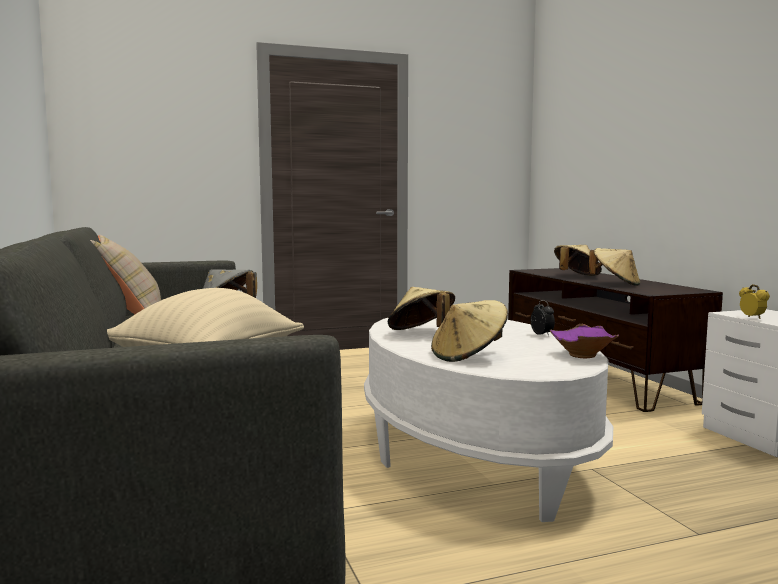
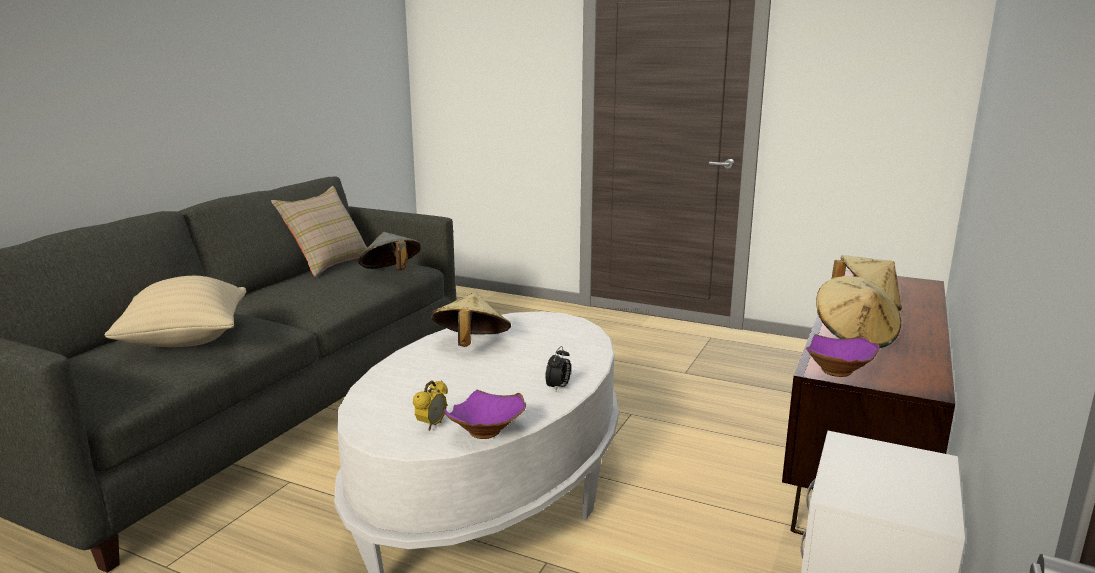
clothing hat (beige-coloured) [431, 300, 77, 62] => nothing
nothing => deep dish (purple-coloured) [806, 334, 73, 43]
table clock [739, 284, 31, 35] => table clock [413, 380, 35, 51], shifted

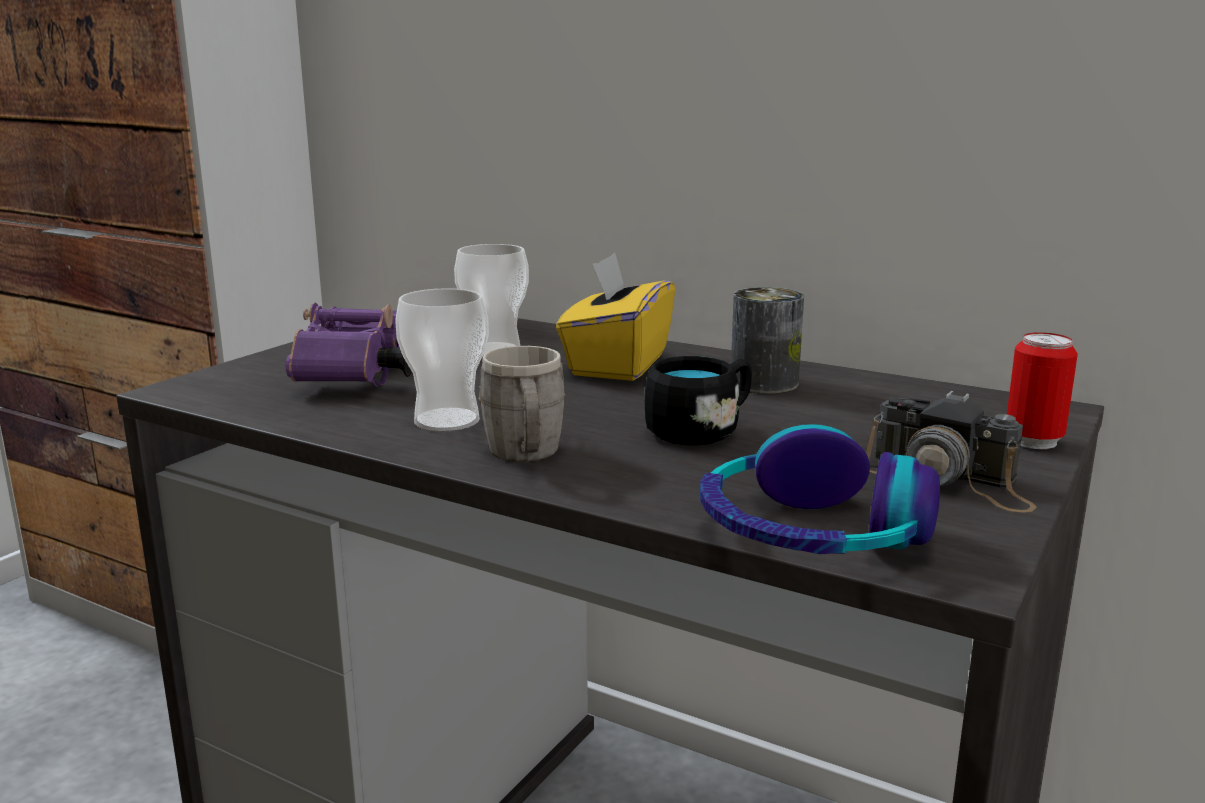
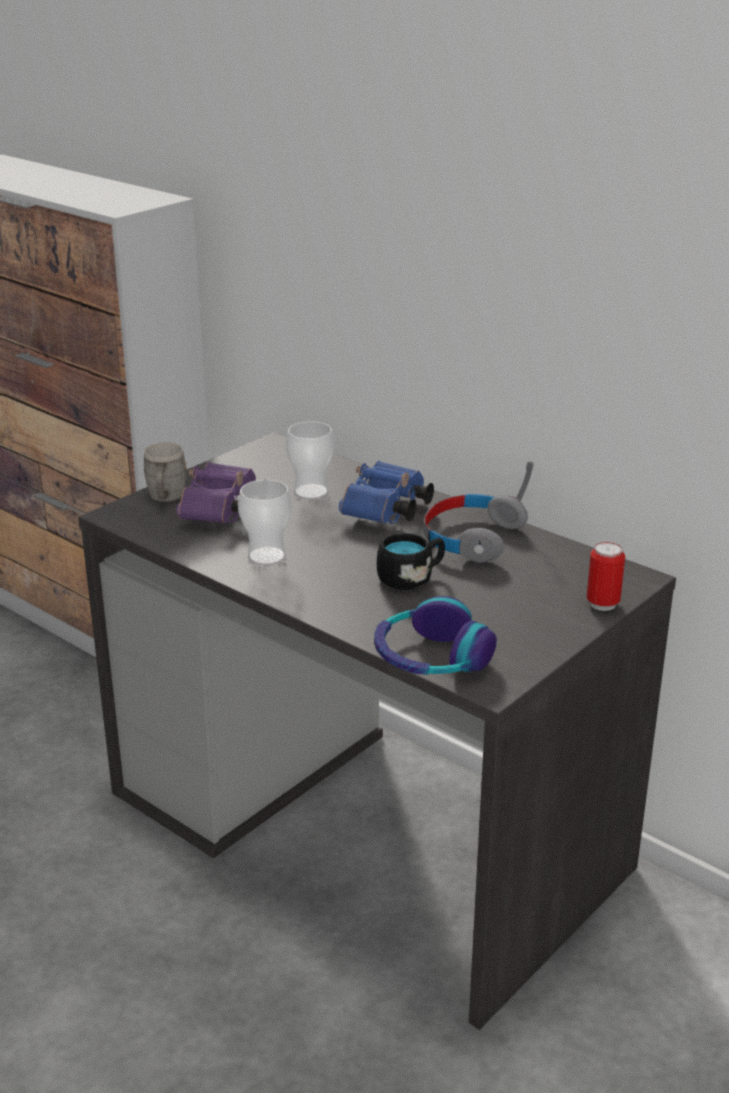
photo camera [866, 391, 170, 122] => nothing
mug (greyish) [478, 346, 87, 116] => mug (greyish) [144, 442, 43, 60], shifted
tissue box (yellow) [556, 253, 119, 128] => binoculars (blue) [339, 461, 95, 62]
metal can [731, 287, 73, 107] => pair of headphones (greyish) [424, 461, 109, 102]

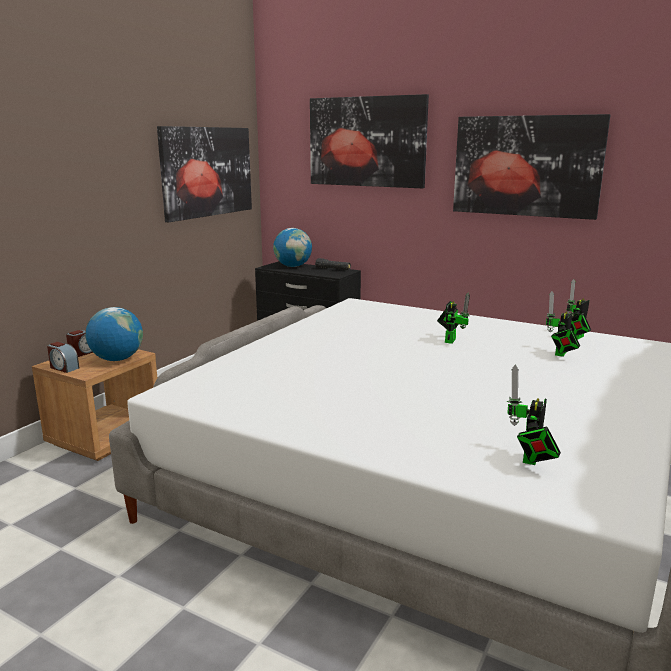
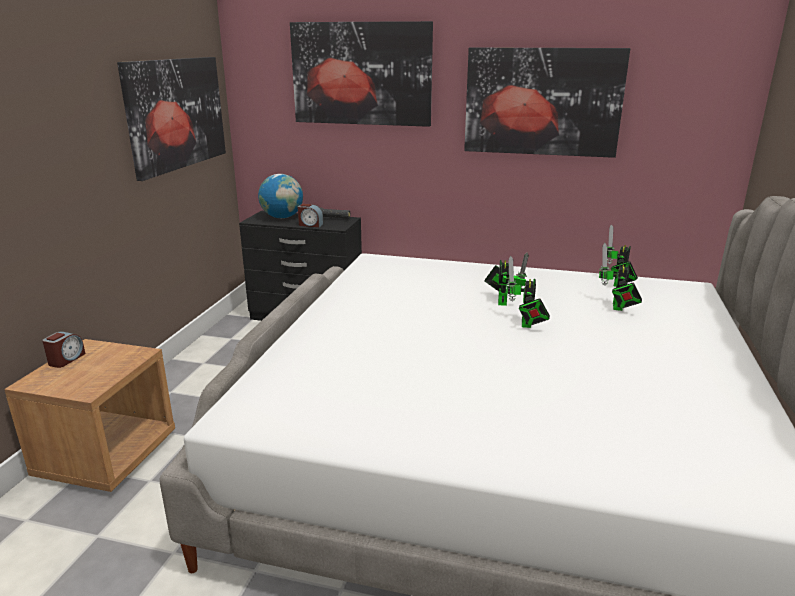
desk globe [85, 307, 58, 54] => nothing
table clock [47, 342, 32, 31] => table clock [298, 204, 25, 23], shifted
robot figure [507, 365, 54, 100] => robot figure [506, 256, 44, 72], shifted

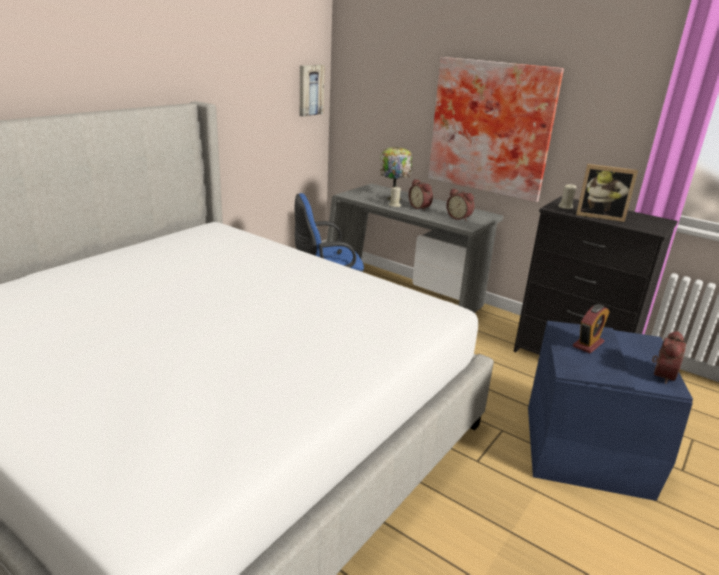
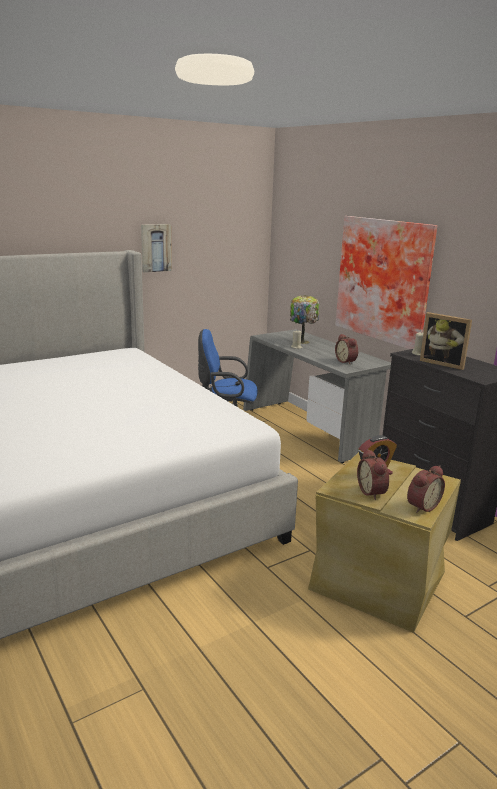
wall picture [300, 65, 25, 52] => wall picture [141, 224, 31, 49], shifted
table clock [409, 179, 24, 32] => table clock [357, 449, 32, 51], shifted
storage bin (blue) [528, 321, 165, 180] => storage bin (beige-coloured) [308, 452, 153, 181]

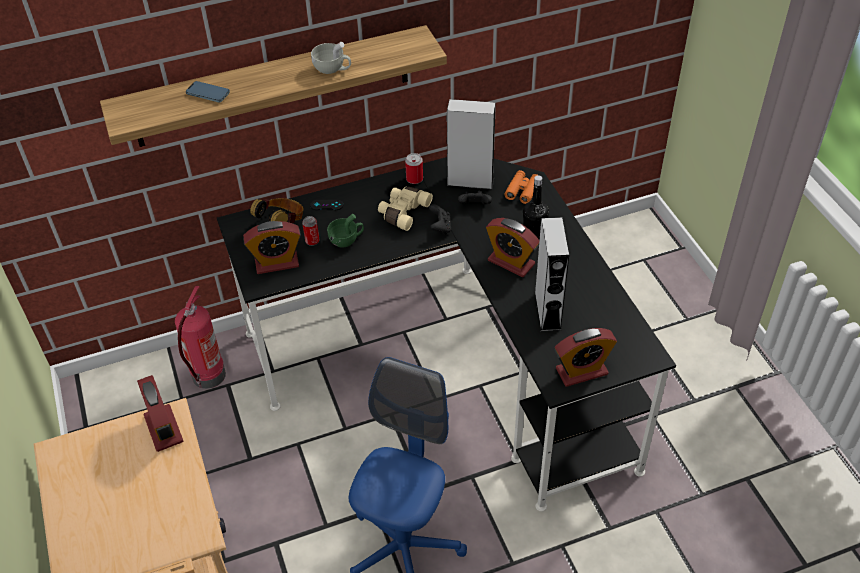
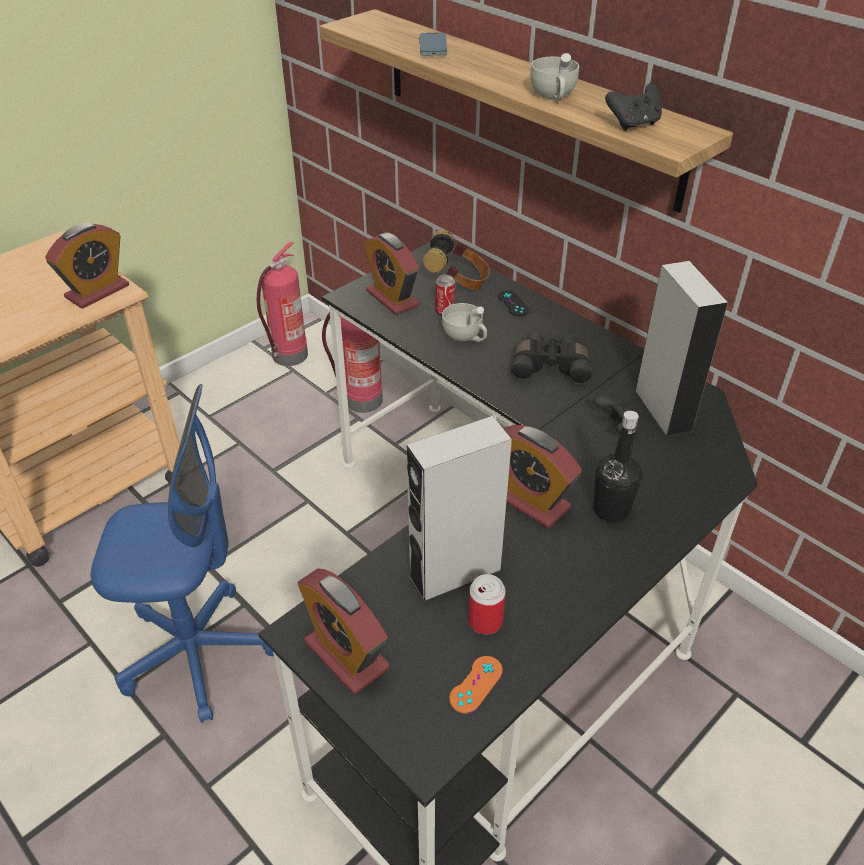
binoculars (orange) [504, 170, 33, 34] => nothing
nothing => fire-fighting cylinder [257, 242, 51, 124]
nothing => game controller (orange) [449, 656, 54, 57]
metal can [405, 153, 18, 31] => metal can [468, 574, 38, 60], shifted
game controller (black) [429, 204, 22, 31] => game controller (black) [605, 83, 57, 48], shifted
cup (greenish) [327, 214, 37, 33] => cup (whitish) [442, 303, 45, 39]
binoculars (beige-coloured) [378, 186, 55, 45] => binoculars (black) [511, 332, 81, 53]
table clock [486, 218, 53, 59] => table clock [504, 425, 78, 103], 60 degrees counterclockwise

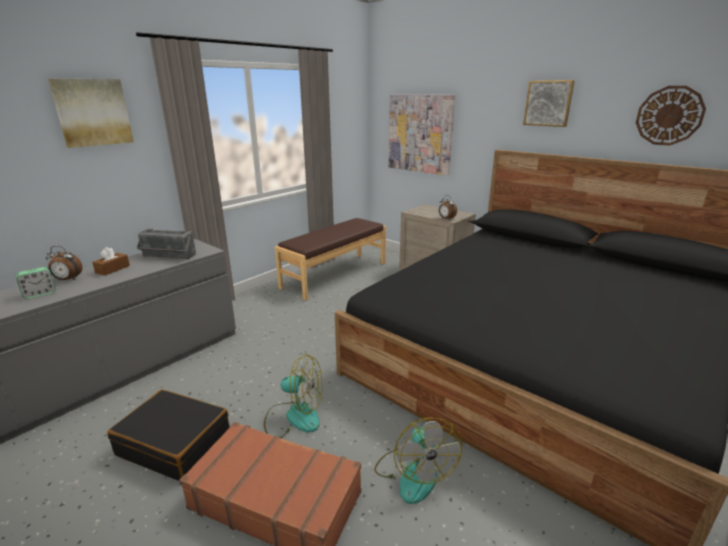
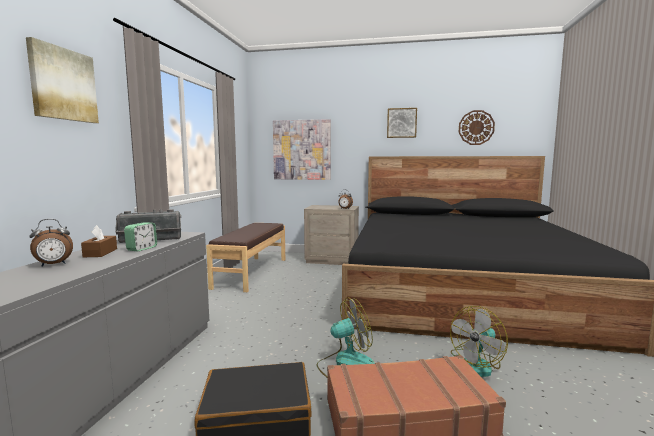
table clock [16, 267, 40, 32] => table clock [124, 223, 33, 28], shifted
fan [374, 417, 88, 87] => fan [450, 306, 58, 71], 90 degrees clockwise

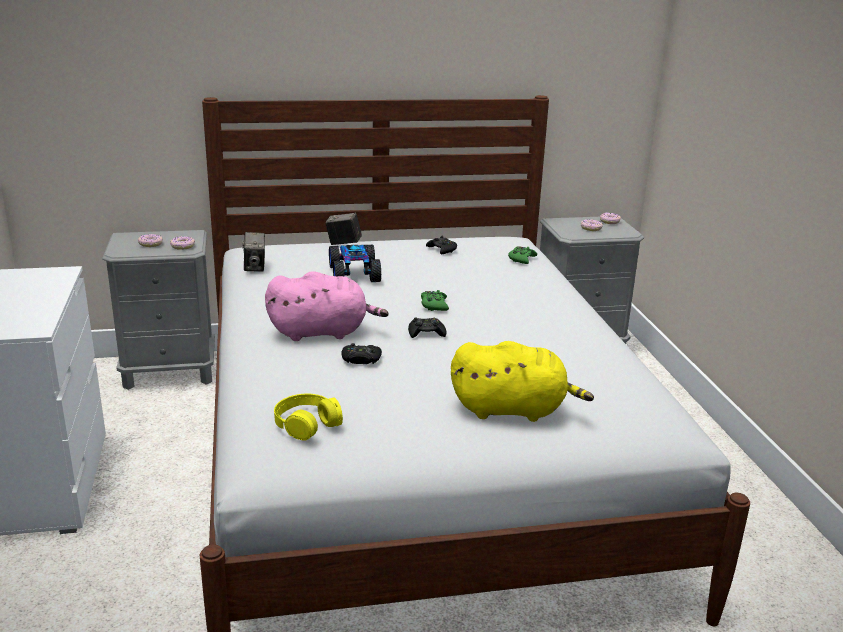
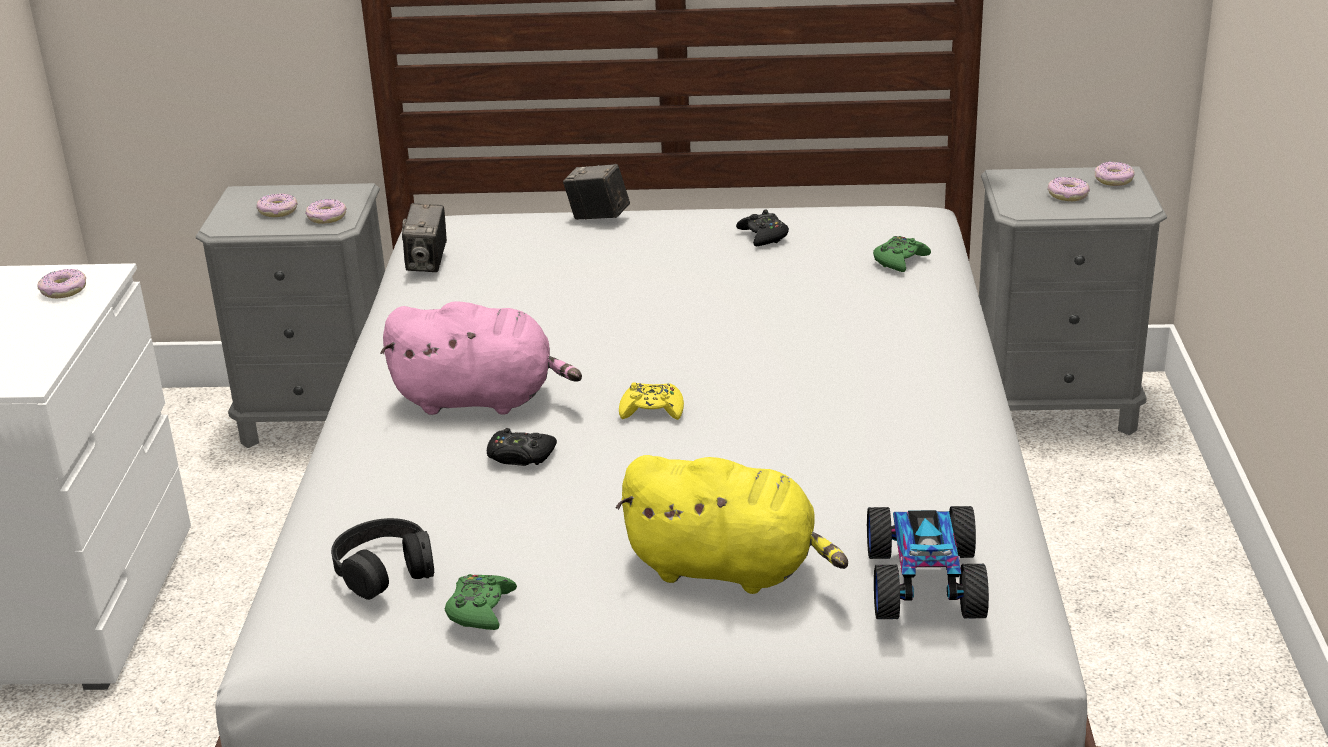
nothing => donut [37, 269, 49, 29]
model car [329, 245, 52, 37] => model car [867, 506, 122, 113], shifted
game controller (greenish) [421, 290, 28, 21] => game controller (greenish) [445, 574, 72, 56], shifted
pair of headphones (yellow) [274, 394, 69, 47] => pair of headphones (black) [331, 518, 103, 82]
game controller (black) [408, 317, 38, 21] => game controller (yellow) [619, 382, 65, 38]

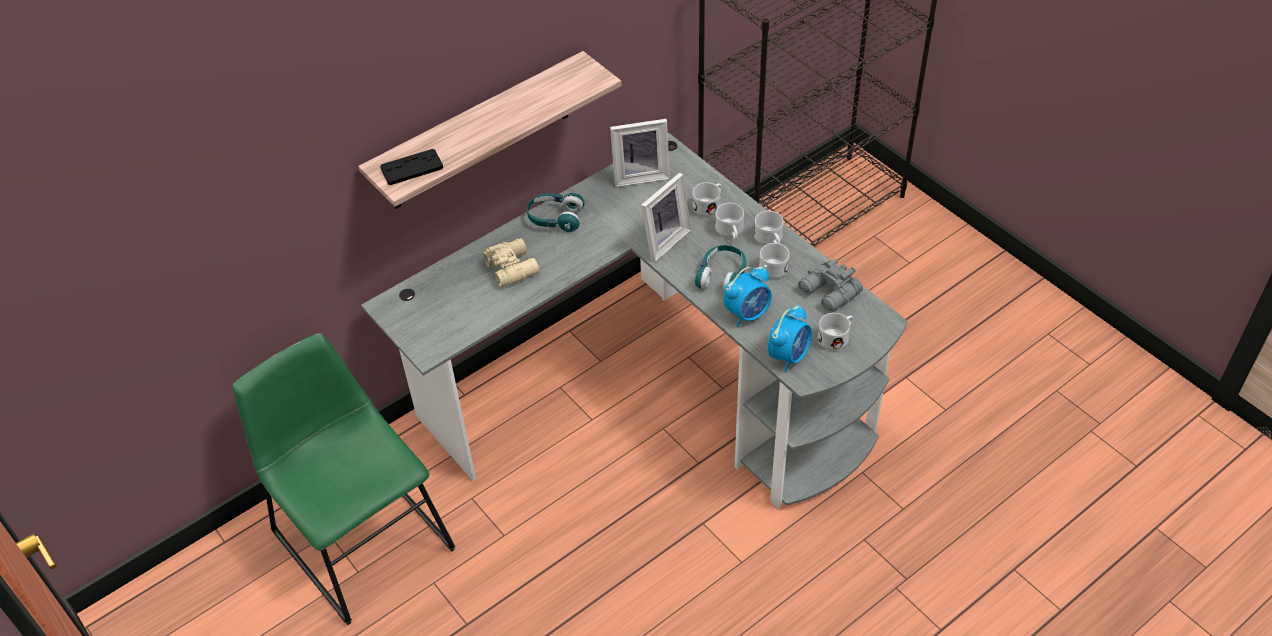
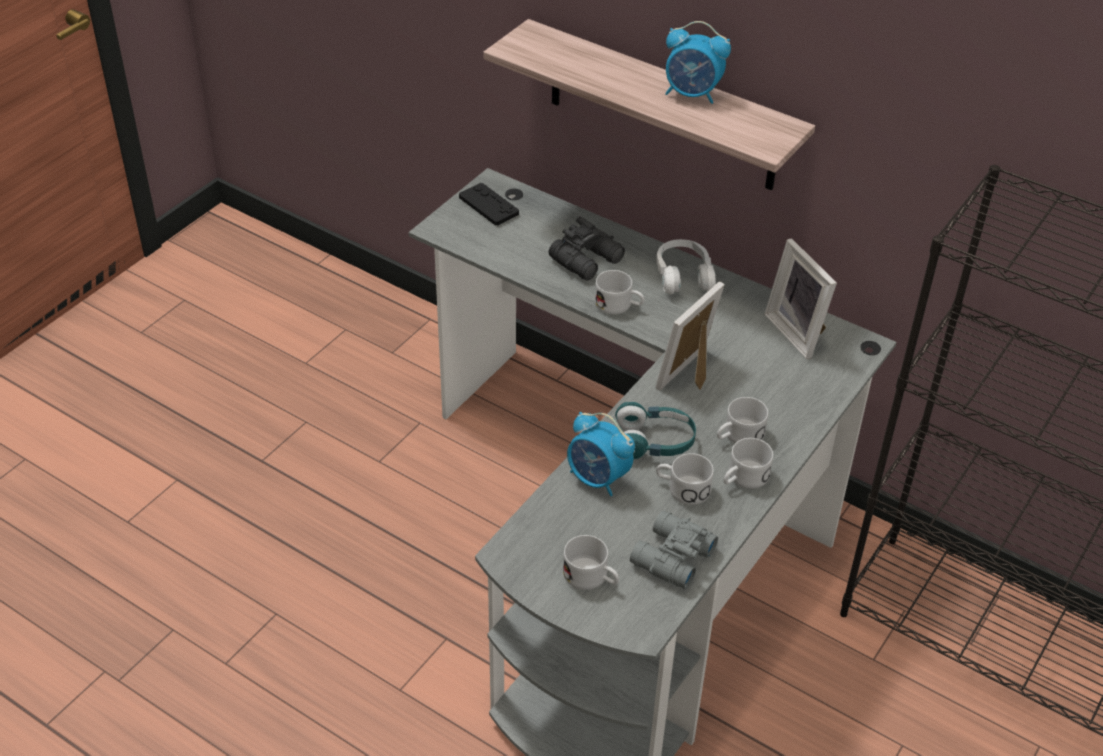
upright chair (greenish) [232, 333, 223, 292] => nothing
game controller (black) [380, 149, 63, 36] => game controller (black) [459, 183, 60, 43], shifted
mug (whitish) [692, 182, 30, 35] => mug (whitish) [595, 270, 50, 45], shifted
table clock [768, 305, 44, 67] => table clock [665, 21, 66, 83], shifted
binoculars (beige-coloured) [483, 238, 56, 49] => binoculars (black) [549, 216, 76, 64]
pair of headphones (turquoise-coloured) [527, 193, 58, 39] => pair of headphones (whitish) [656, 239, 60, 55]
photo frame [641, 173, 50, 89] => photo frame [655, 282, 70, 109], 105 degrees clockwise

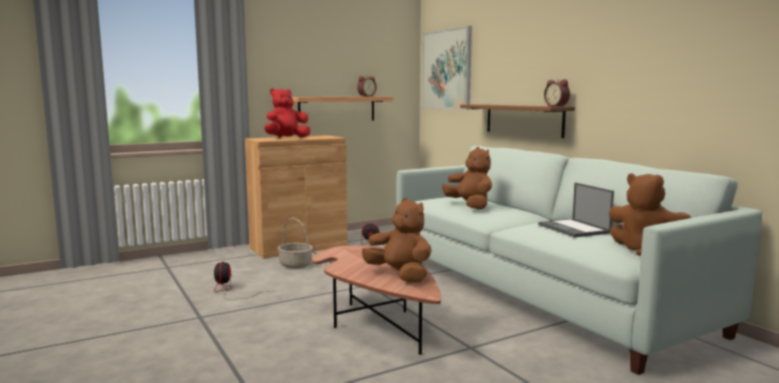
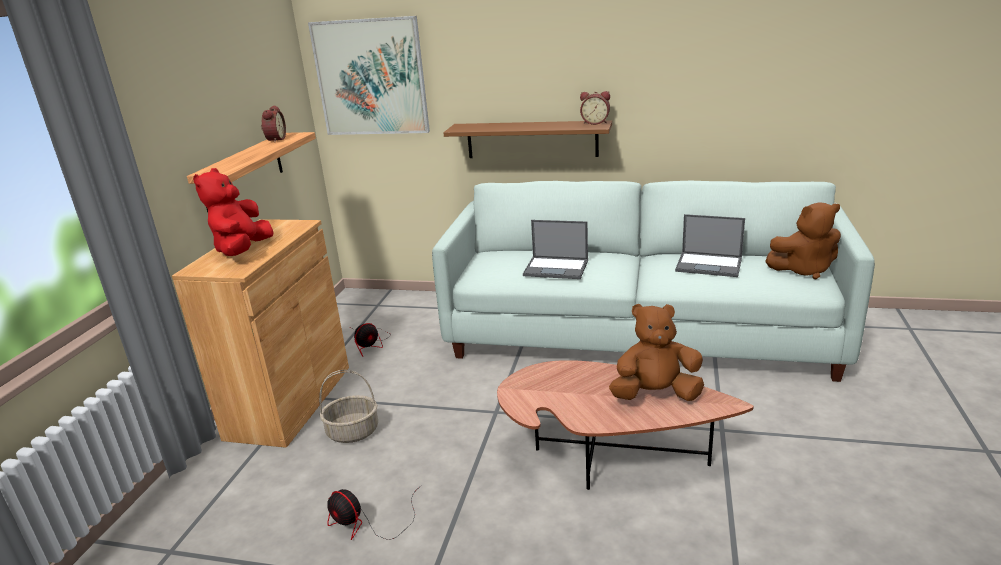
soft toy (brown-coloured) [442, 147, 50, 62] => portable computer [523, 220, 65, 59]

